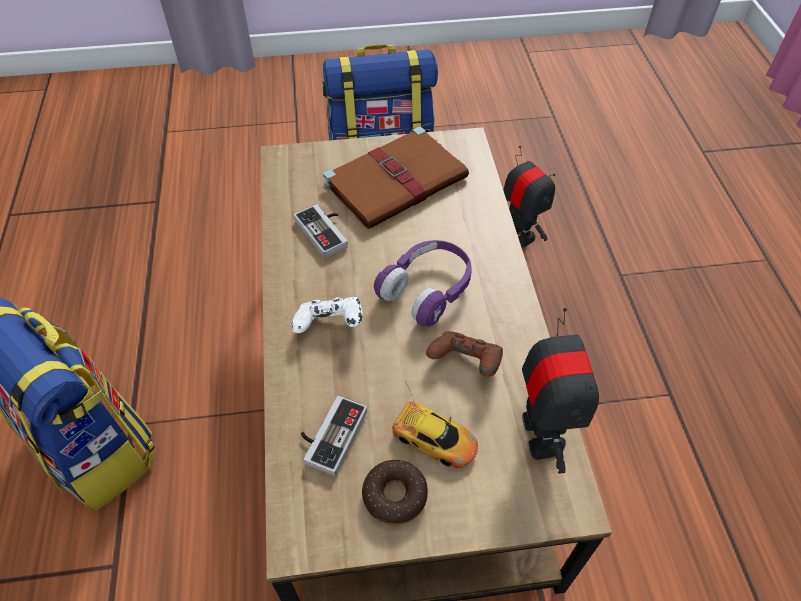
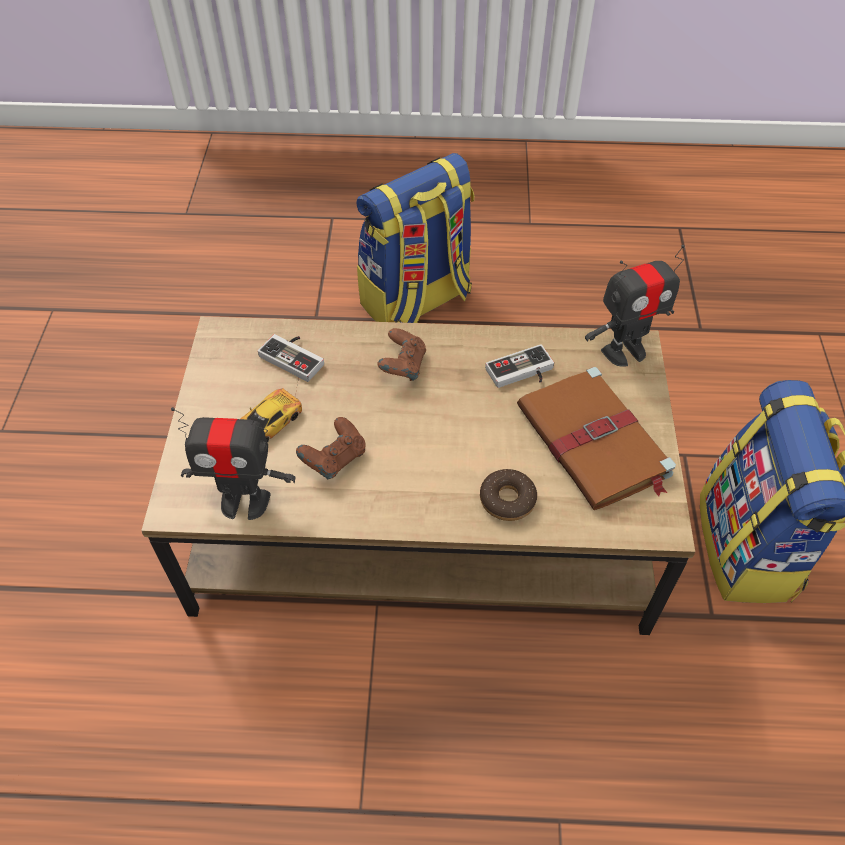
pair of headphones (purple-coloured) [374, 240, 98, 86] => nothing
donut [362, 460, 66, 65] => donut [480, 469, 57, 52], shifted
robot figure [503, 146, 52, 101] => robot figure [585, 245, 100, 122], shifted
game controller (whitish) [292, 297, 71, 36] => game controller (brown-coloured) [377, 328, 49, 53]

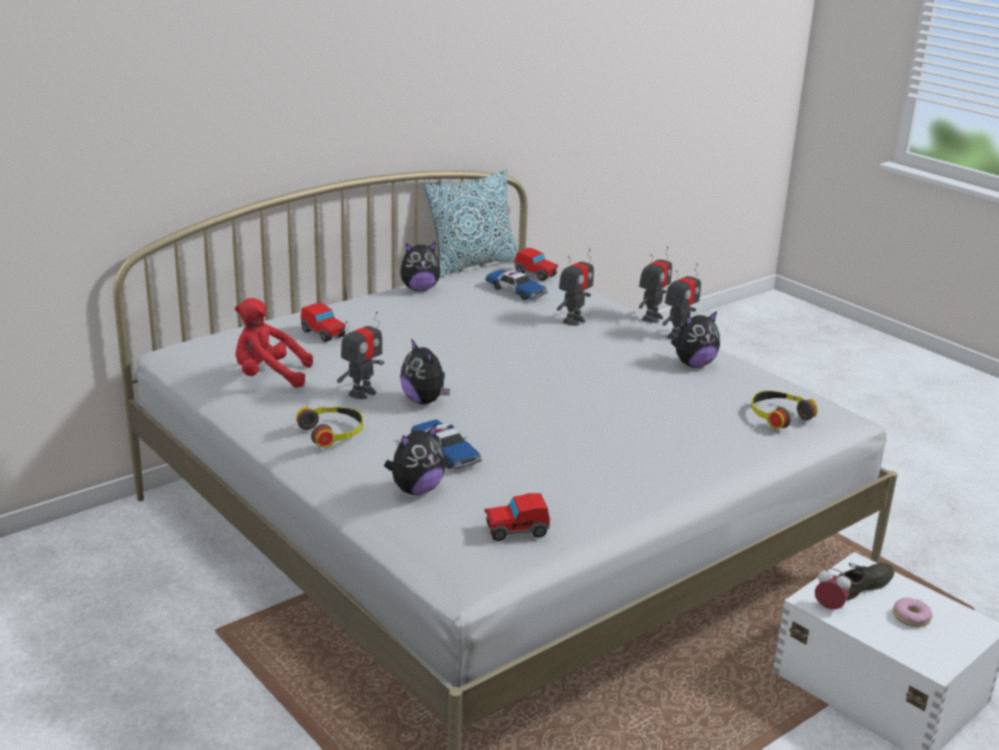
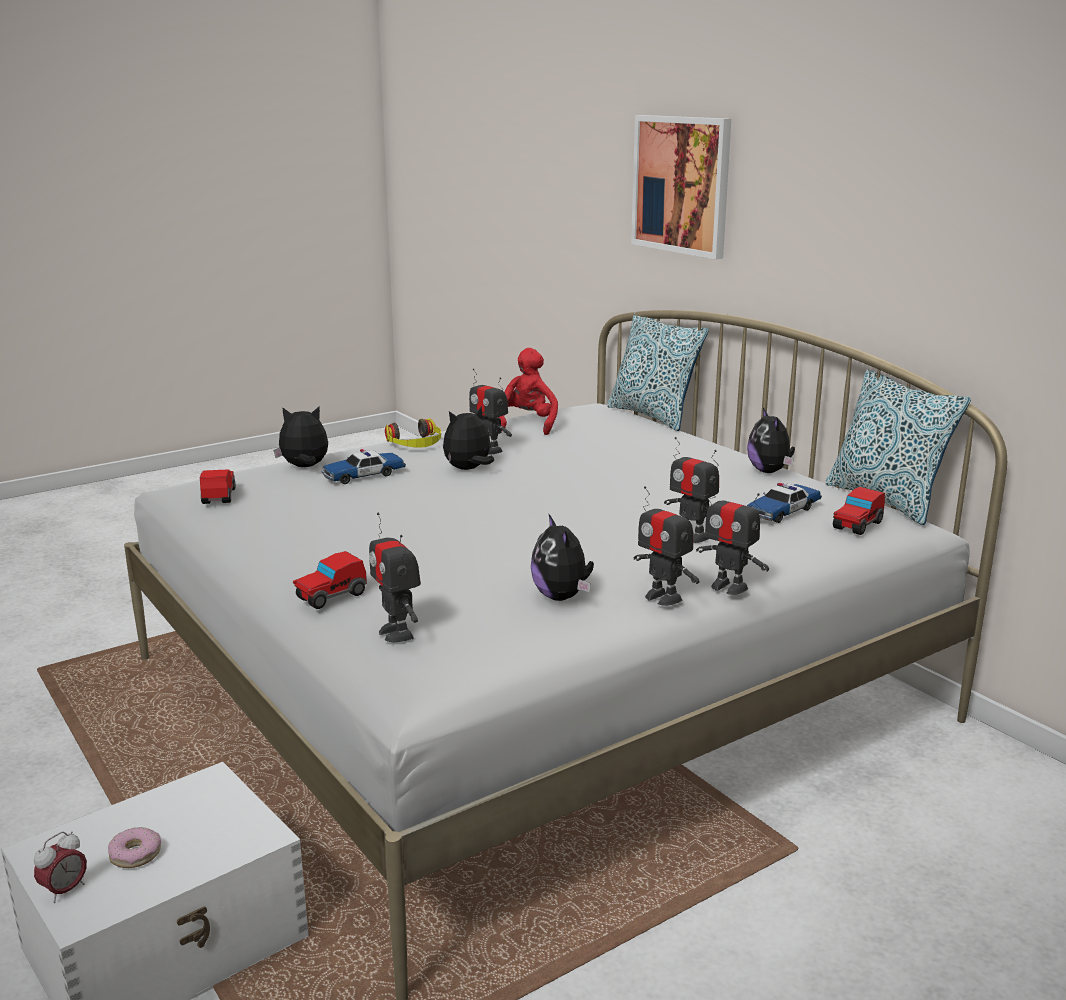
item of footwear (greyish) [838, 563, 56, 37] => nothing
nothing => throw pillow [607, 312, 102, 119]
nothing => wall picture [631, 115, 100, 144]
model car [301, 303, 45, 39] => model car [293, 551, 74, 58], shifted
table clock [815, 568, 36, 42] => table clock [34, 831, 53, 72], shifted
pair of headphones [751, 390, 67, 39] => robot figure [369, 513, 52, 129]
soft toy [384, 423, 61, 72] => soft toy [273, 407, 55, 60], 120 degrees clockwise

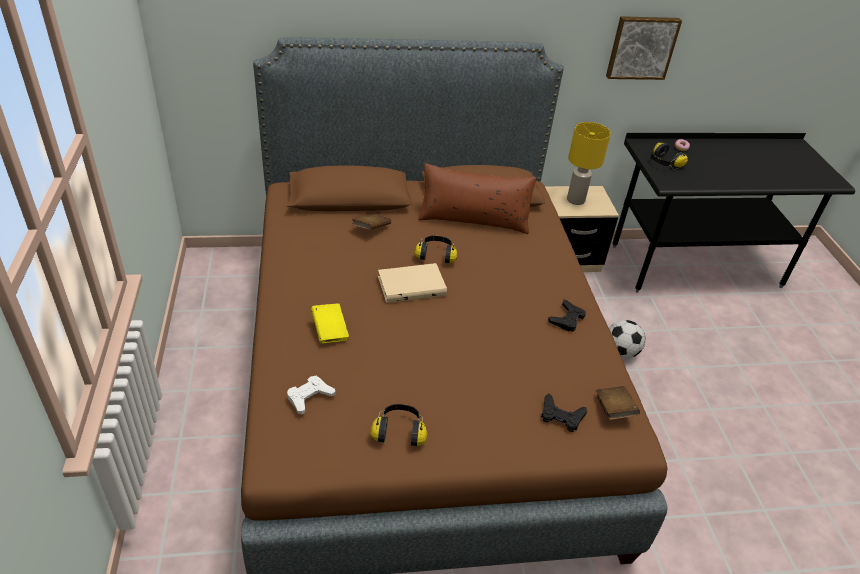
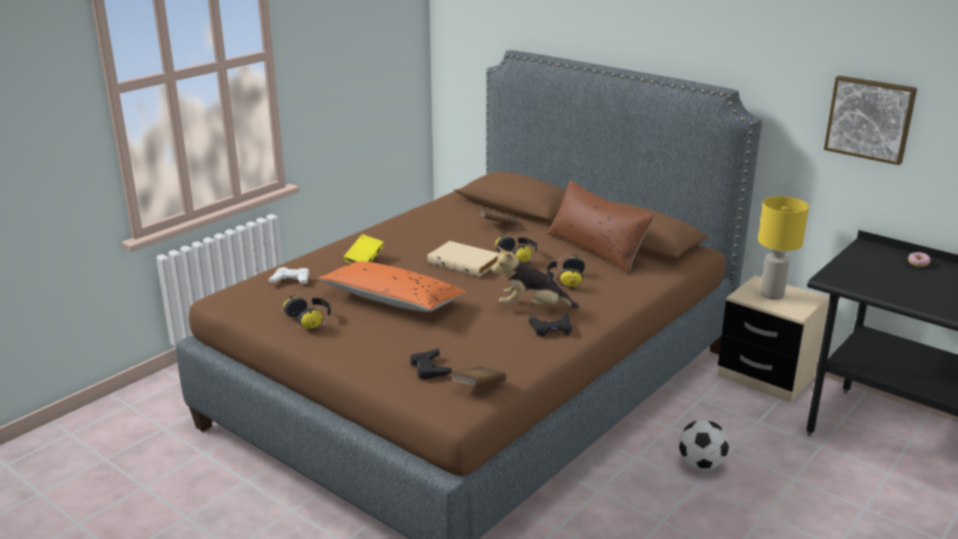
nothing => throw pillow (orange) [317, 261, 150, 51]
nothing => soft toy [491, 246, 88, 62]
pair of headphones [651, 141, 37, 29] => pair of headphones [547, 255, 38, 34], shifted

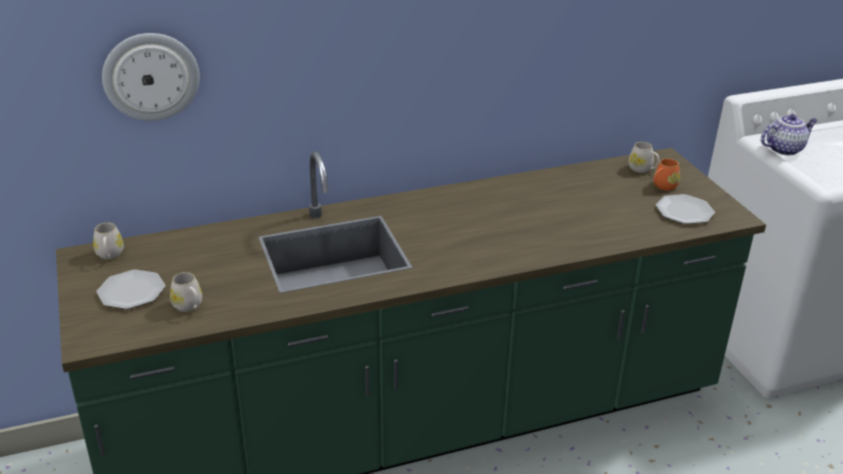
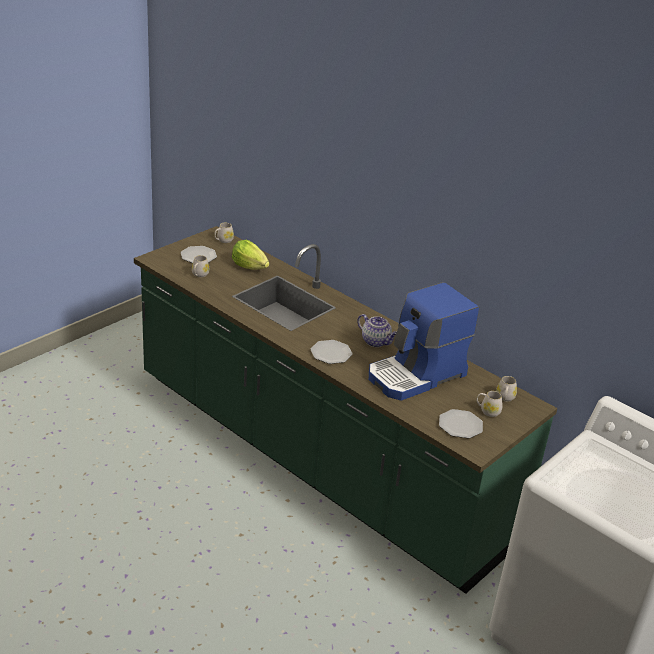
wall clock [102, 33, 98, 88] => nothing
nothing => head of lettuce [232, 239, 37, 31]
nothing => dinner plate [310, 340, 43, 24]
nothing => coffee machine [369, 282, 110, 119]
tea pot [761, 114, 57, 41] => tea pot [357, 314, 40, 33], shifted
mug (orange) [654, 159, 26, 32] => mug (whitish) [477, 391, 26, 26]

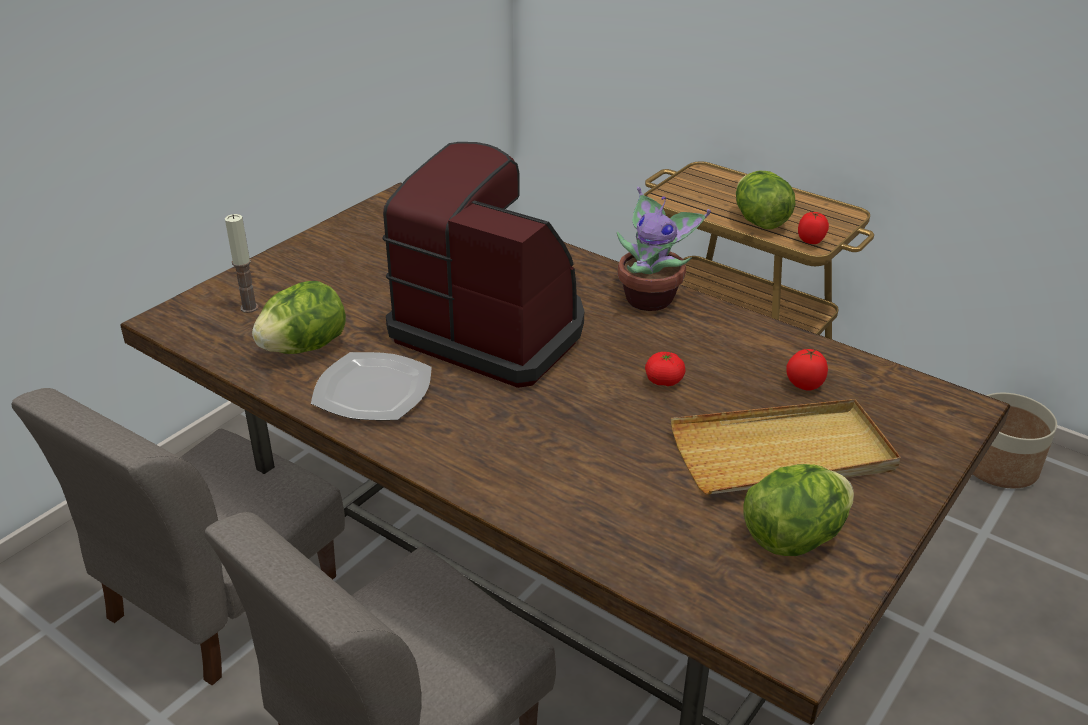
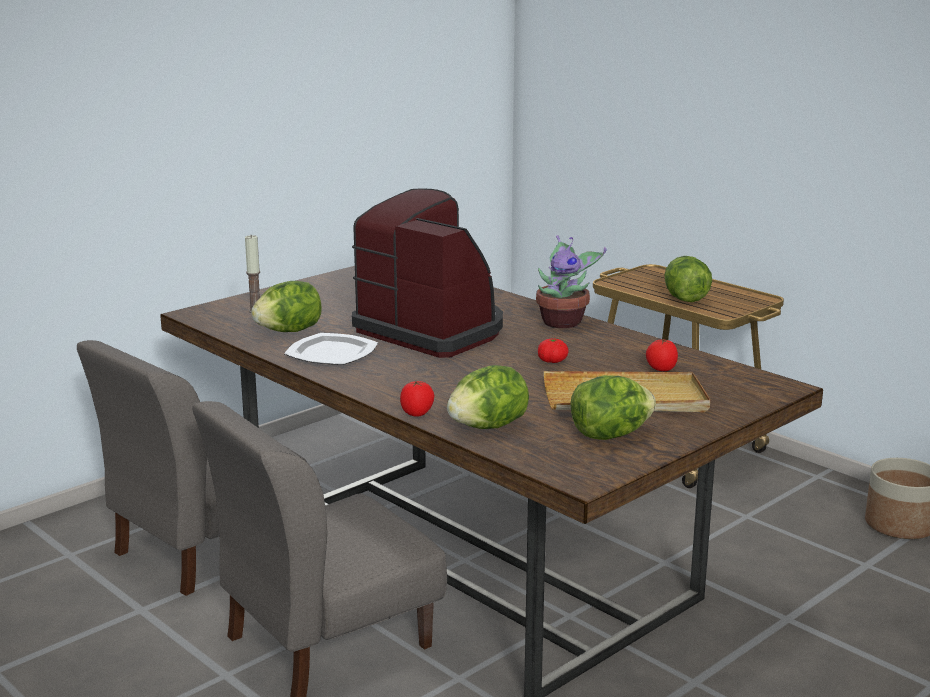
nothing => head of lettuce [447, 365, 82, 64]
fresh tomato [798, 212, 31, 32] => fresh tomato [400, 381, 34, 36], shifted

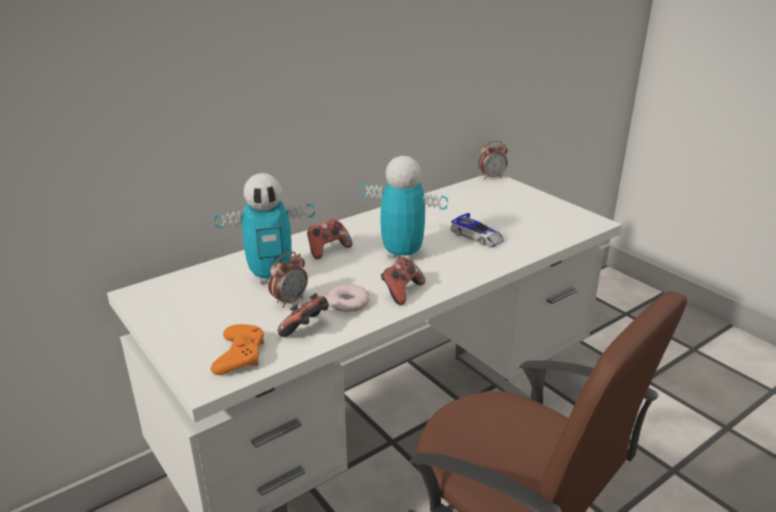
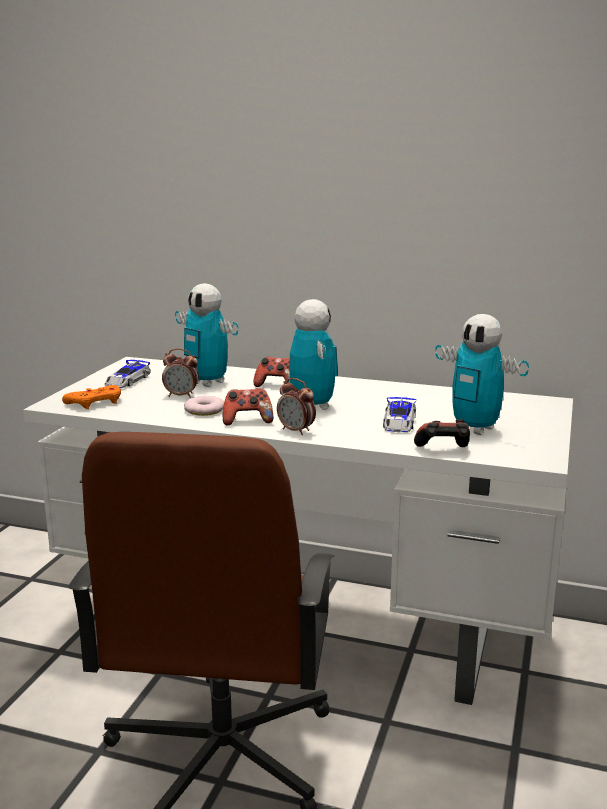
nothing => model car [105, 360, 46, 28]
nothing => robot figure [435, 314, 94, 121]
game controller [277, 293, 52, 44] => game controller [414, 419, 56, 28], shifted
table clock [478, 141, 30, 39] => table clock [277, 378, 39, 57], shifted

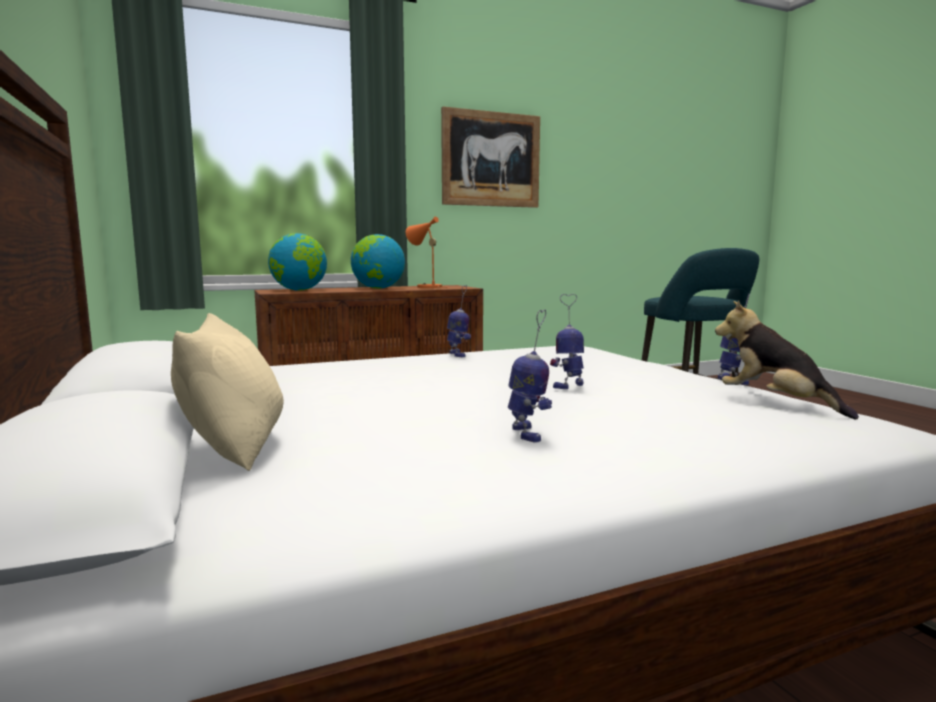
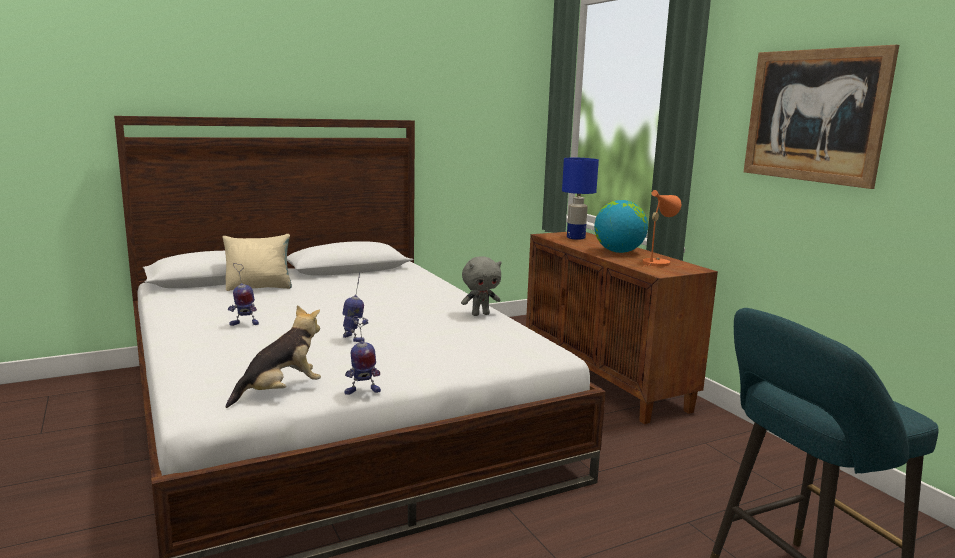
desk globe [268, 233, 59, 58] => tabletop lamp (blue) [562, 158, 37, 82]
robot figure [447, 285, 24, 72] => soft toy (greyish) [461, 256, 41, 60]

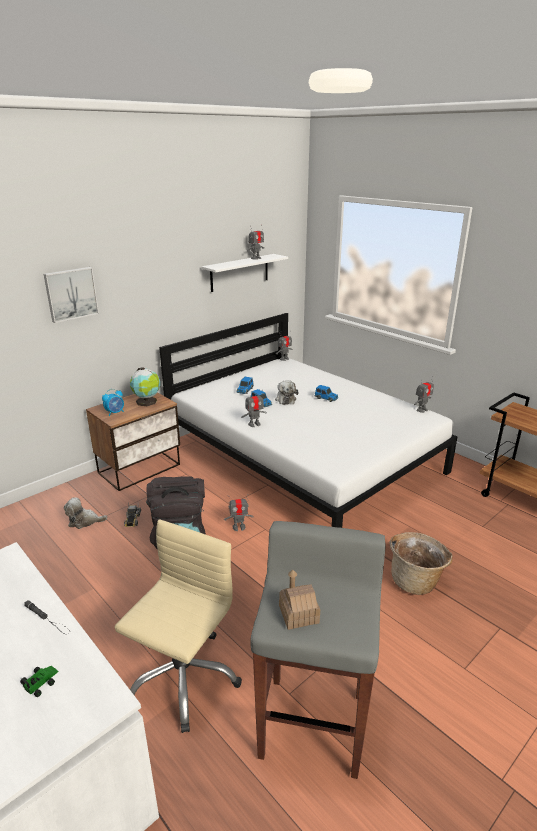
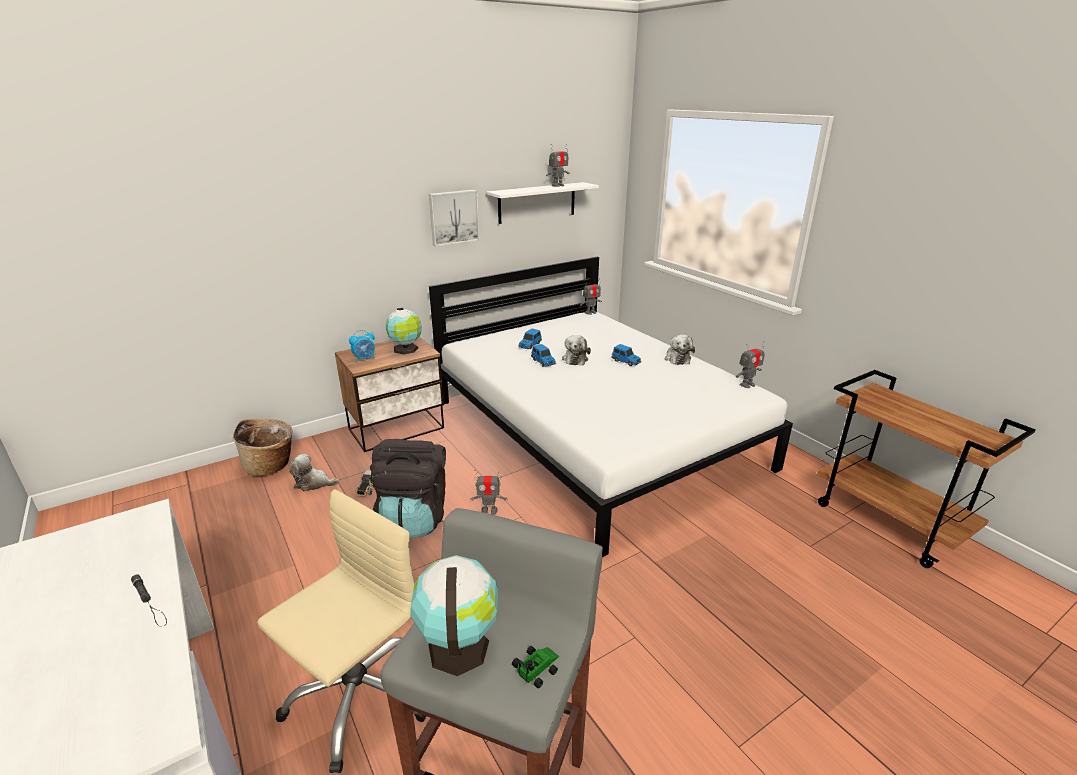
robot figure [241, 390, 26, 37] => nothing
nothing => soft toy [665, 334, 30, 31]
model car [20, 666, 39, 31] => model car [512, 646, 47, 42], shifted
wall picture [44, 267, 55, 56] => wall picture [429, 190, 51, 56], shifted
storage basket [389, 532, 64, 63] => storage basket [233, 419, 59, 57], shifted
miniature house [279, 570, 41, 60] => desk globe [410, 555, 88, 121]

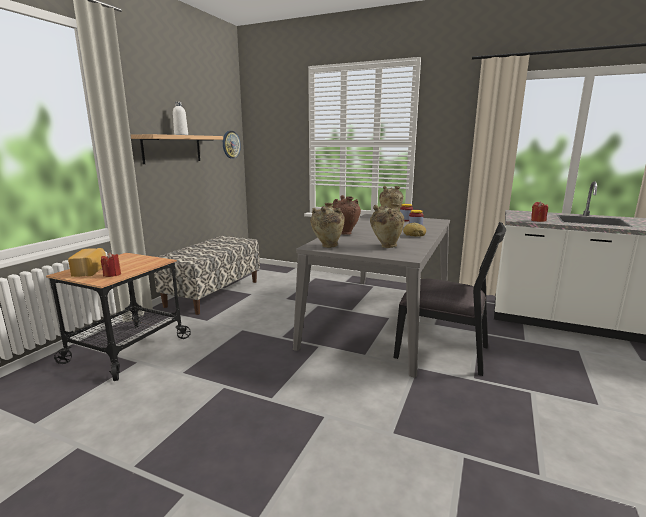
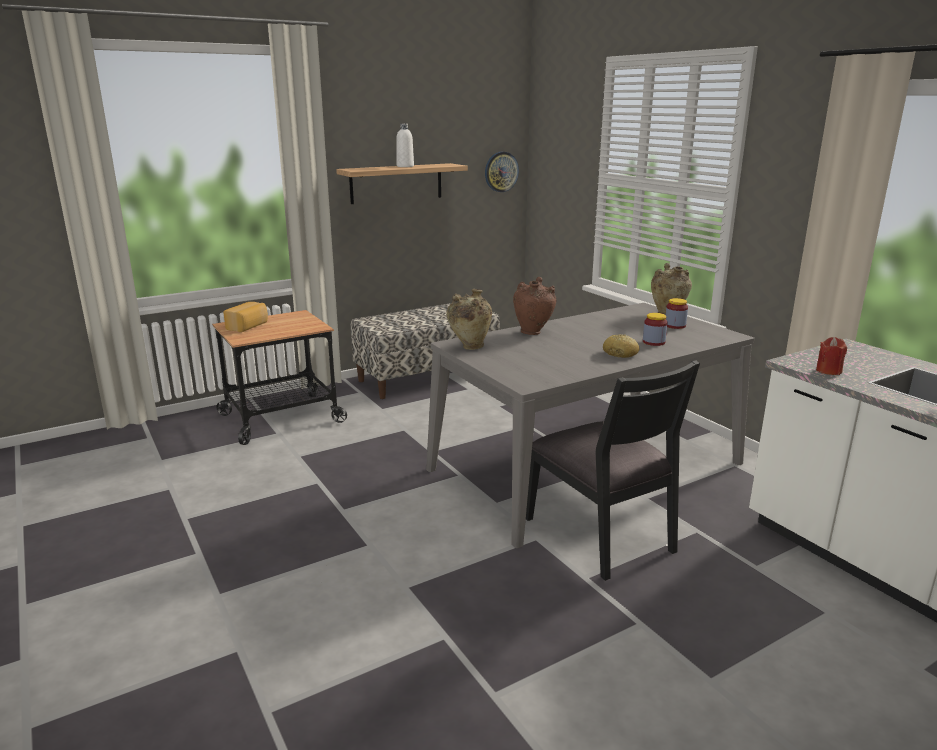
wax light (red) [101, 253, 20, 24] => nothing
decorative vase (beige-coloured) [370, 203, 35, 45] => nothing

